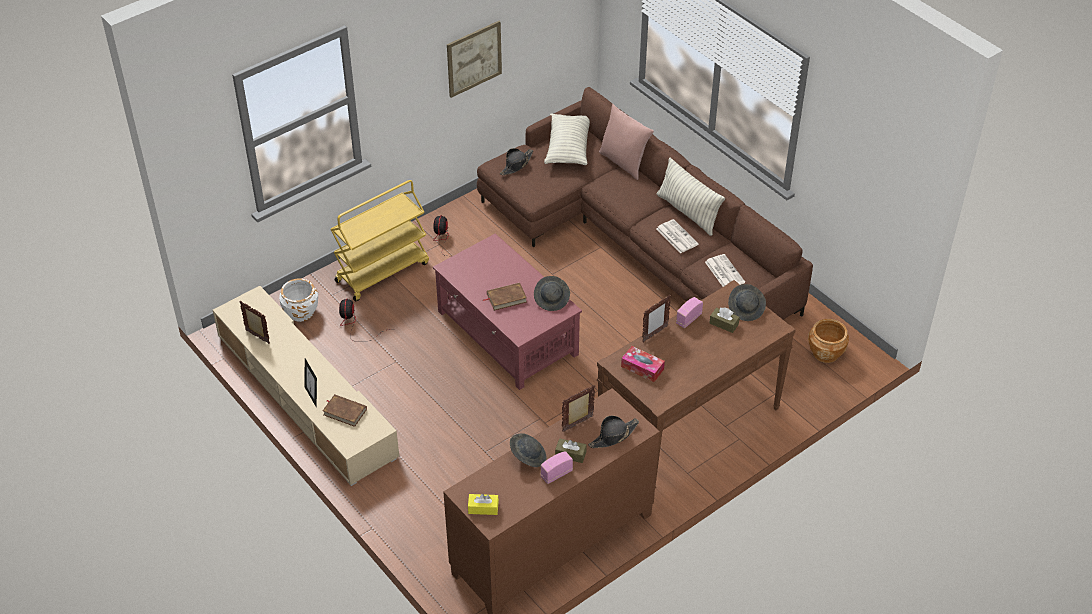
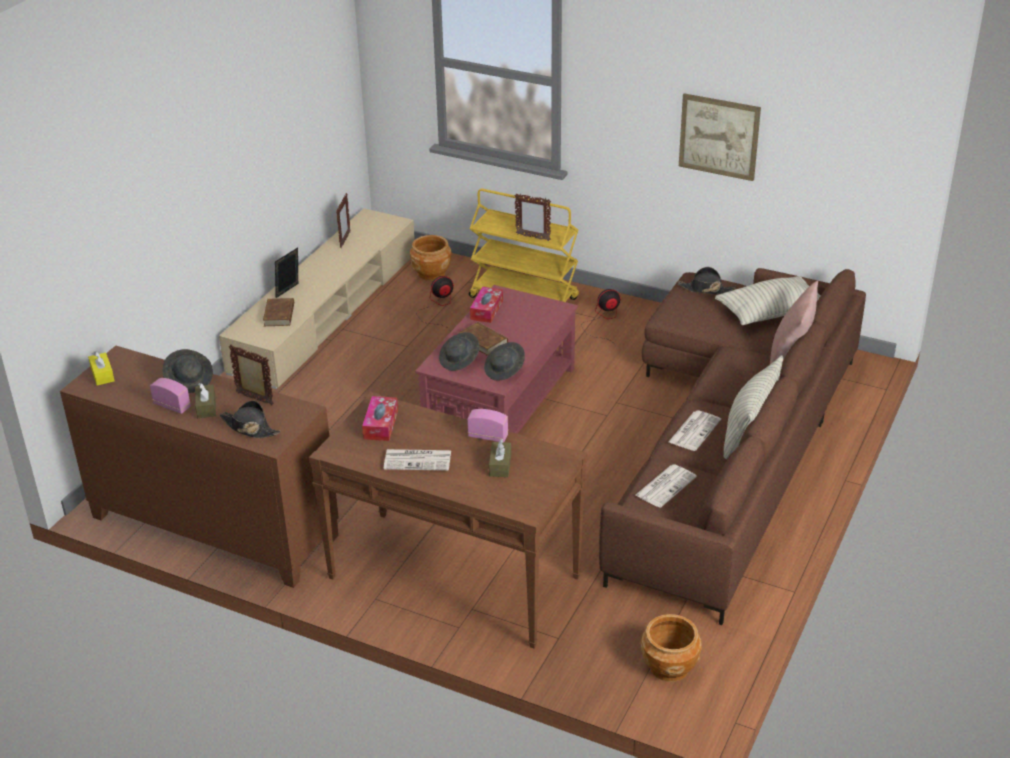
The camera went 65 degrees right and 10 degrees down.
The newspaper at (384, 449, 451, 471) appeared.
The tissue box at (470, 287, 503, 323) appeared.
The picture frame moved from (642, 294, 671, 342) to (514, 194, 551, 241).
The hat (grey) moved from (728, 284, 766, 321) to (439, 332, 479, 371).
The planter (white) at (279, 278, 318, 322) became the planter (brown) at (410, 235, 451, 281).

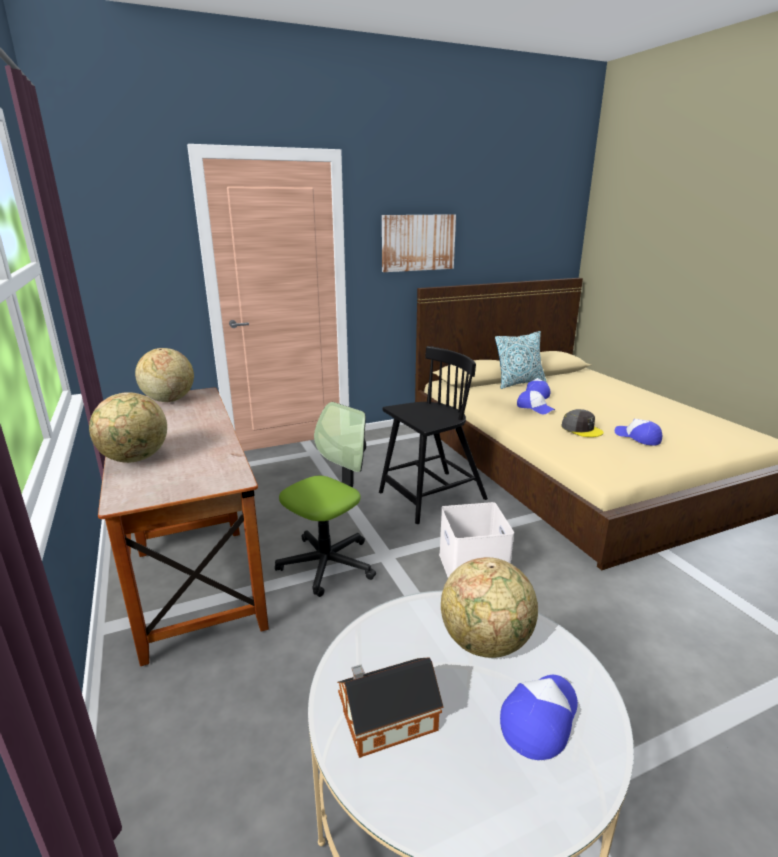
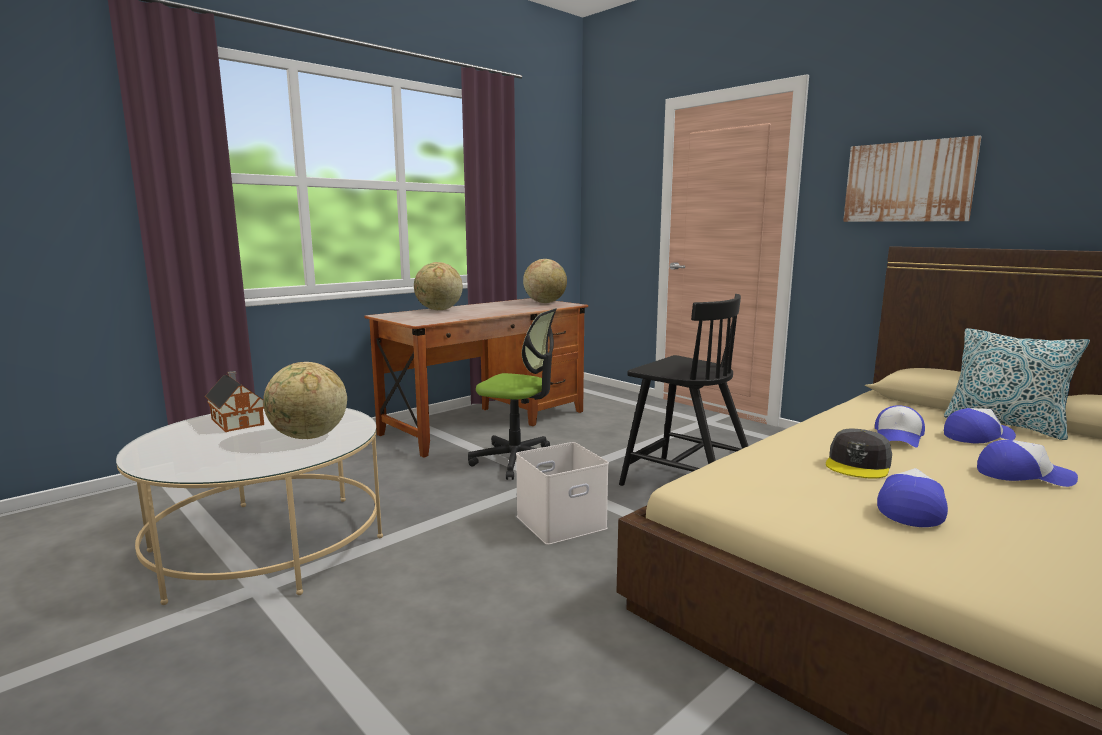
The camera went 70 degrees right and 10 degrees down.
The cap moved from (500, 675, 578, 760) to (977, 440, 1078, 487).

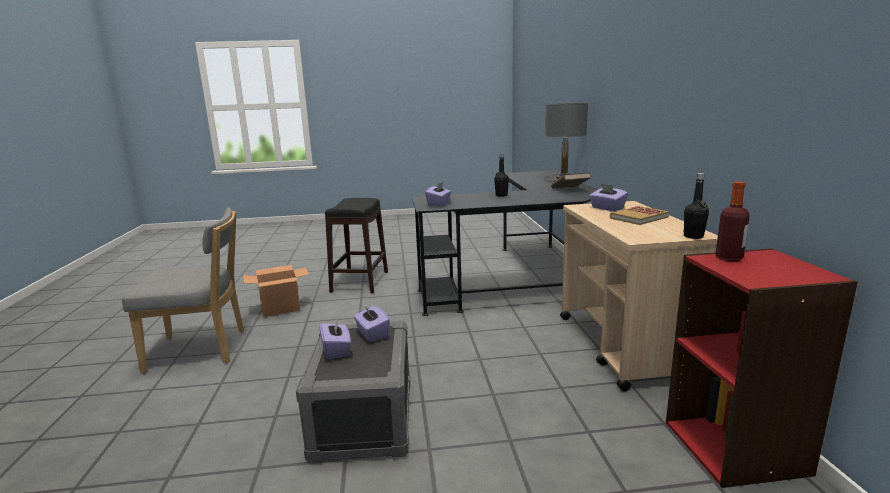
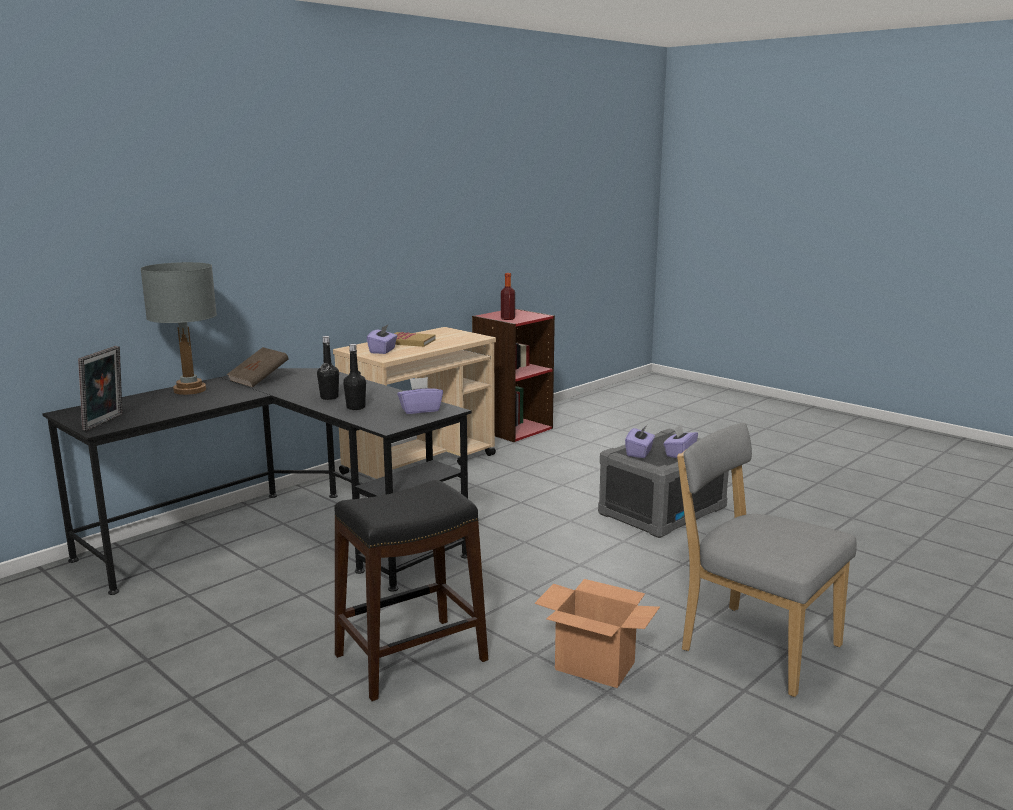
The camera went 130 degrees left and 0 degrees up.
The picture frame at (78, 346, 123, 431) appeared.
The bottle (black) moved from (684, 173, 709, 239) to (343, 344, 366, 410).

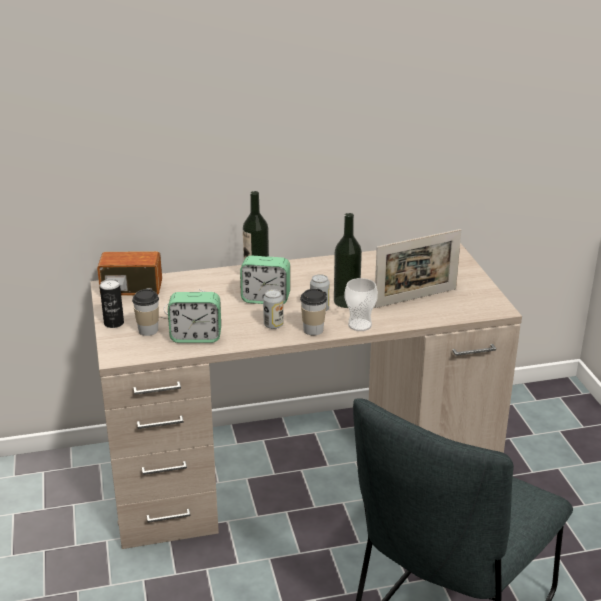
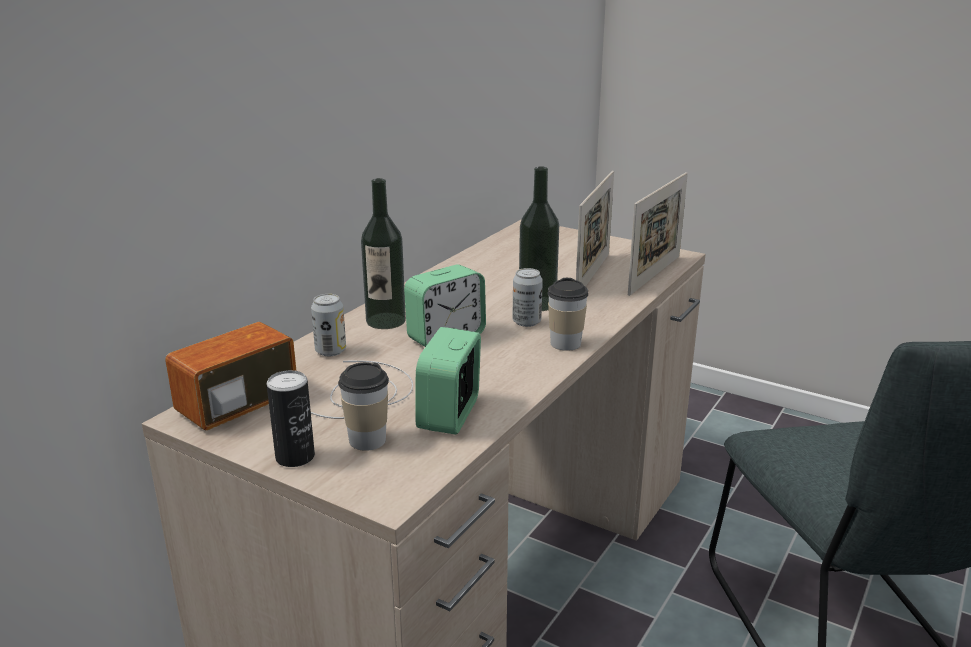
The camera went 45 degrees left and 5 degrees down.
The cup at (345, 278, 378, 331) disappeared.
The picture frame at (628, 172, 688, 296) appeared.
The can moved from (263, 289, 284, 329) to (311, 294, 346, 356).
The alarm clock at (168, 292, 221, 343) turned 150 degrees clockwise.

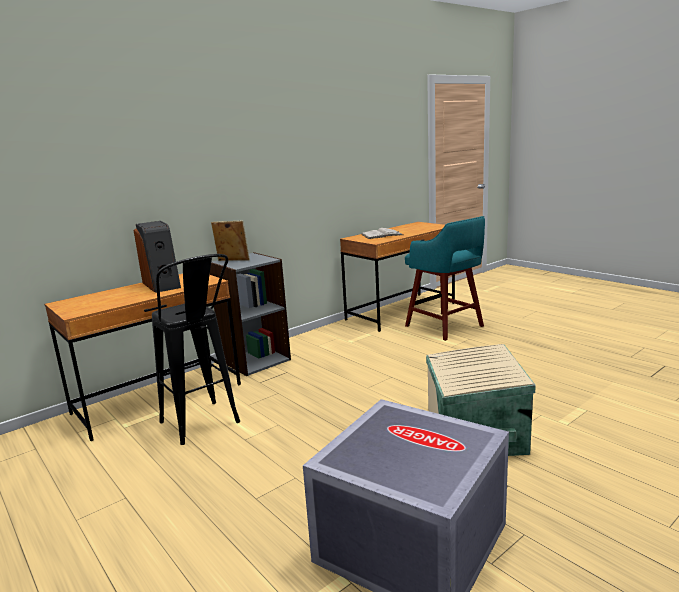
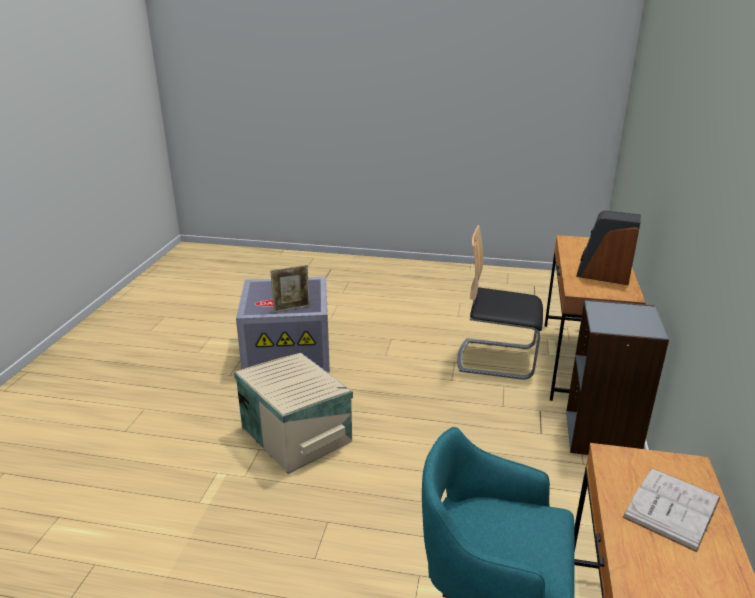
The camera went 140 degrees right and 10 degrees up.
The picture frame moved from (211, 220, 250, 261) to (270, 265, 310, 313).
The stool (black) at (152, 254, 240, 445) was replaced by the chair at (457, 225, 543, 380).

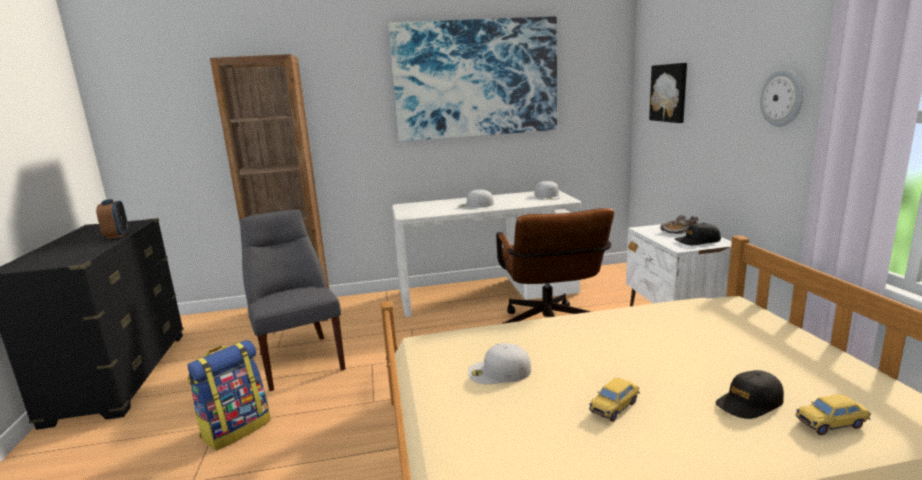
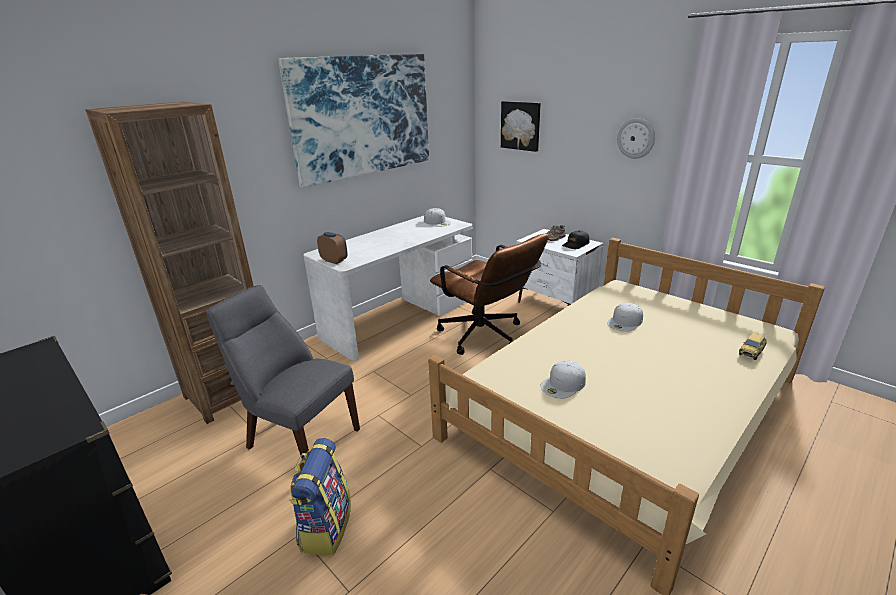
The camera went 35 degrees left and 10 degrees up.
The toy car at (589, 378, 640, 422) disappeared.
The cap (black) at (716, 370, 784, 419) disappeared.
The alarm clock moved from (96, 199, 128, 239) to (317, 232, 348, 264).
The cap (white) moved from (458, 190, 494, 209) to (607, 303, 643, 332).

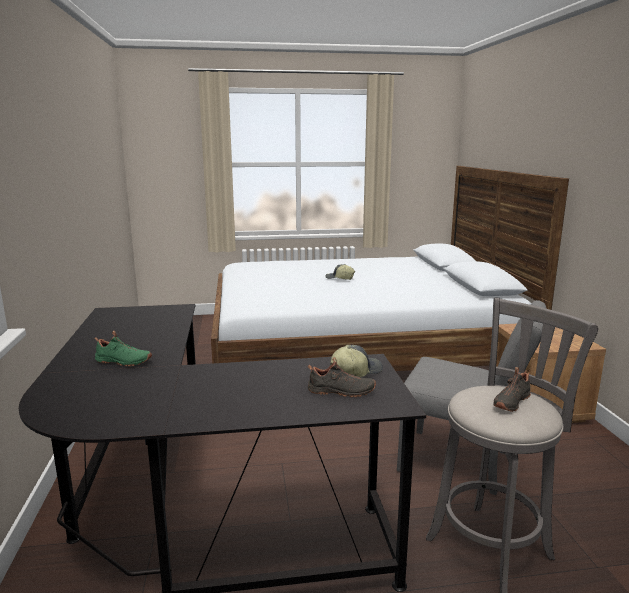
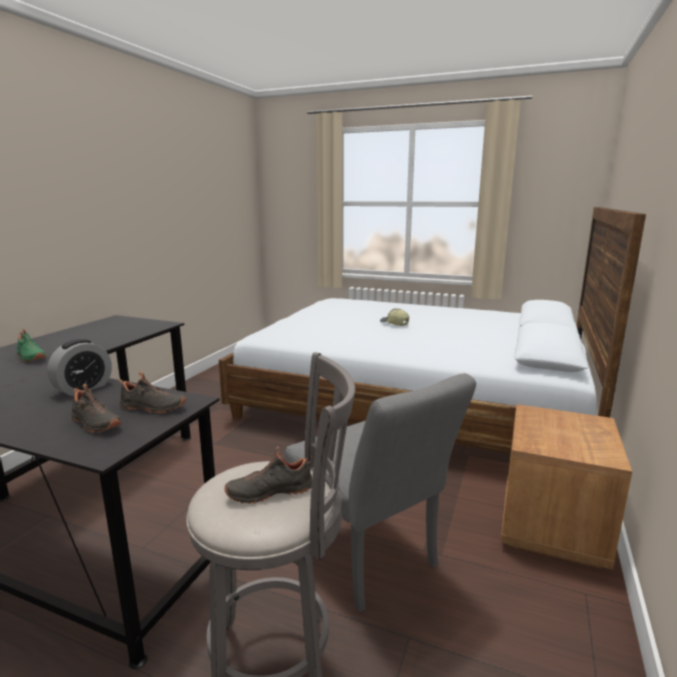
The camera went 30 degrees right and 0 degrees up.
The alarm clock at (47, 339, 112, 396) appeared.
The cap at (330, 345, 383, 377) was replaced by the shoe (black) at (119, 372, 186, 413).

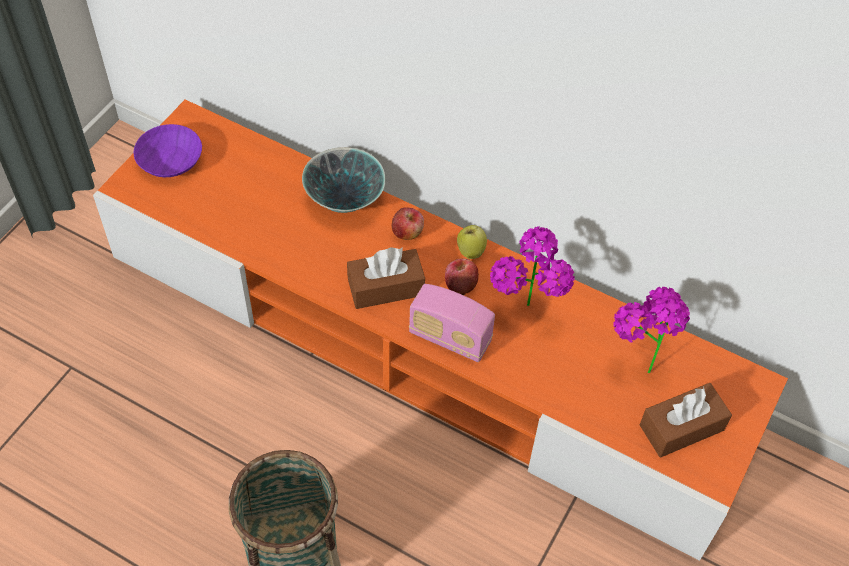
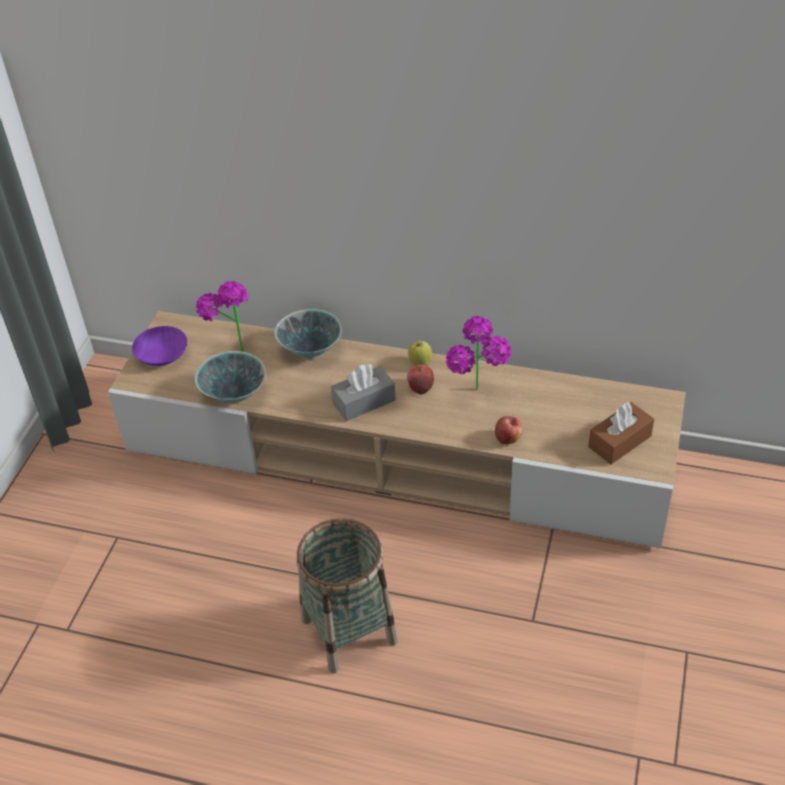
The camera went 10 degrees left and 10 degrees down.
The radio at (409, 284, 495, 362) disappeared.
The bowl at (195, 351, 266, 404) appeared.
The apple moved from (392, 207, 424, 240) to (495, 416, 523, 444).
The potted plant moved from (613, 287, 690, 373) to (196, 281, 248, 352).
The tv stand (orange) at (93, 100, 788, 561) became the tv stand (beige) at (108, 311, 686, 548).
The tissue box (brown) at (347, 247, 425, 309) became the tissue box (grey) at (331, 364, 396, 421).

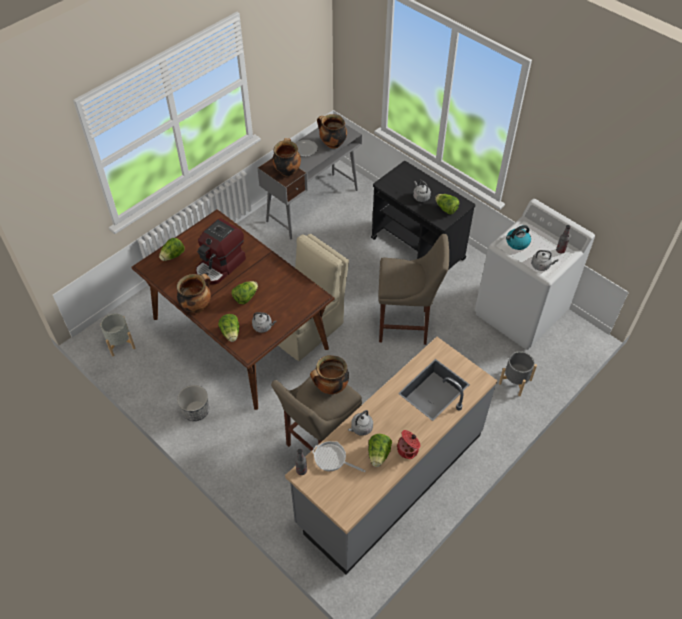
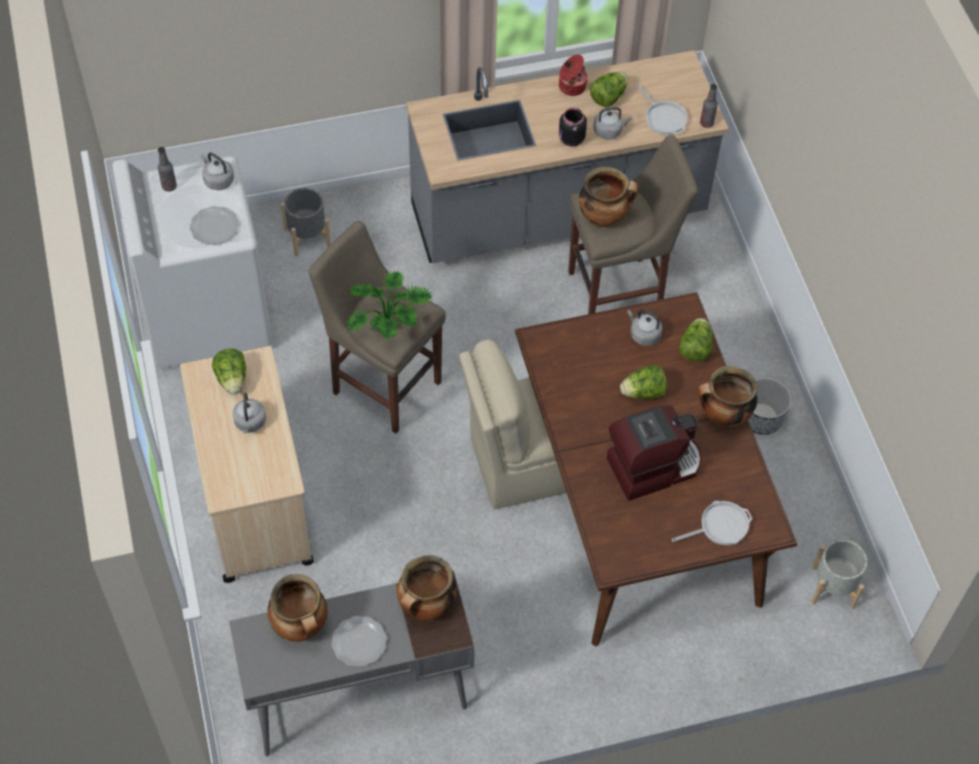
The camera went 150 degrees left and 5 degrees up.
The potted plant at (346, 271, 433, 339) appeared.
The jar (black) at (559, 108, 587, 147) appeared.
The lettuce at (159, 238, 185, 261) was replaced by the frying pan at (672, 501, 752, 545).
The kettle at (506, 225, 531, 250) was replaced by the plate at (190, 206, 239, 245).
The cart (black) at (371, 161, 475, 270) became the cart (beige) at (180, 346, 314, 583).

